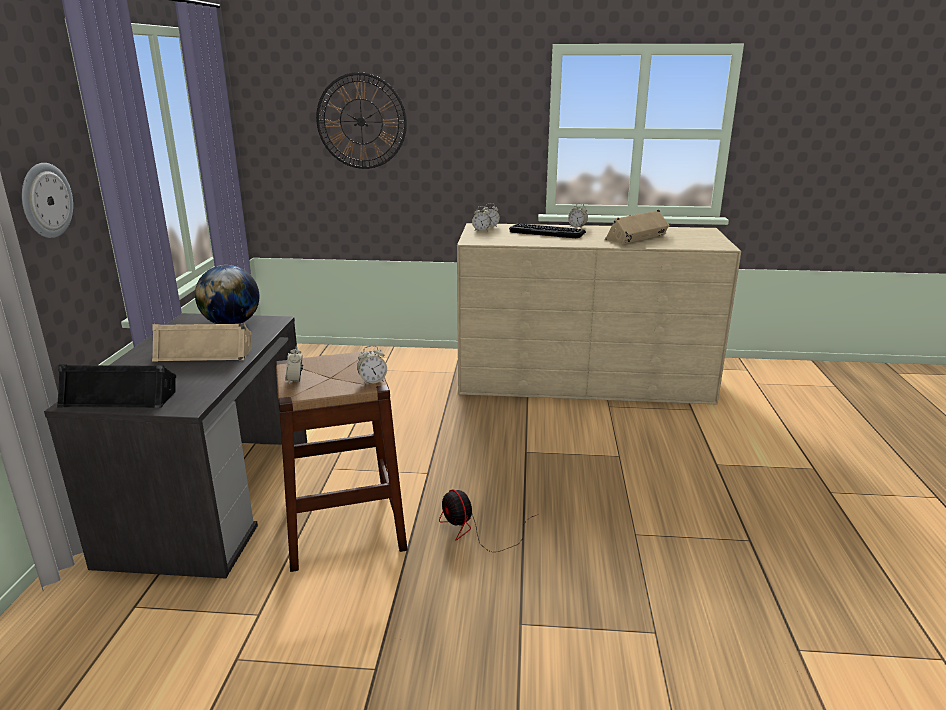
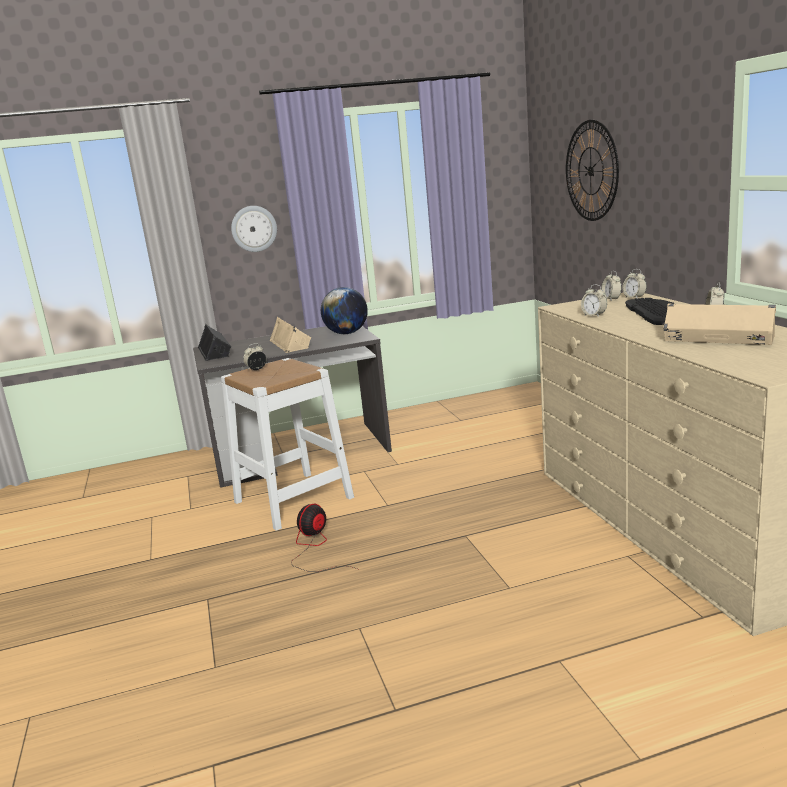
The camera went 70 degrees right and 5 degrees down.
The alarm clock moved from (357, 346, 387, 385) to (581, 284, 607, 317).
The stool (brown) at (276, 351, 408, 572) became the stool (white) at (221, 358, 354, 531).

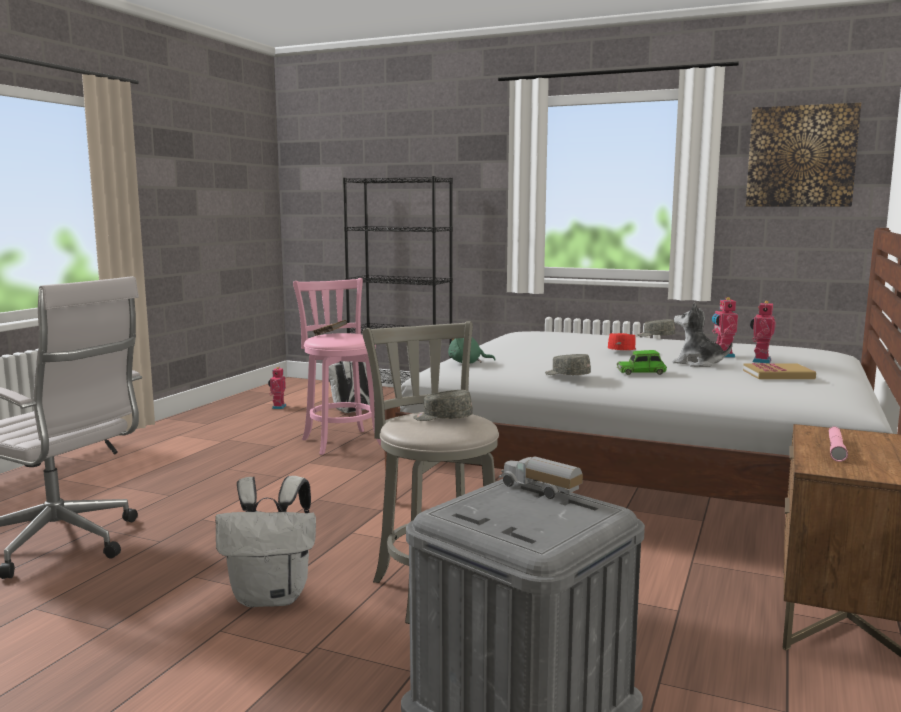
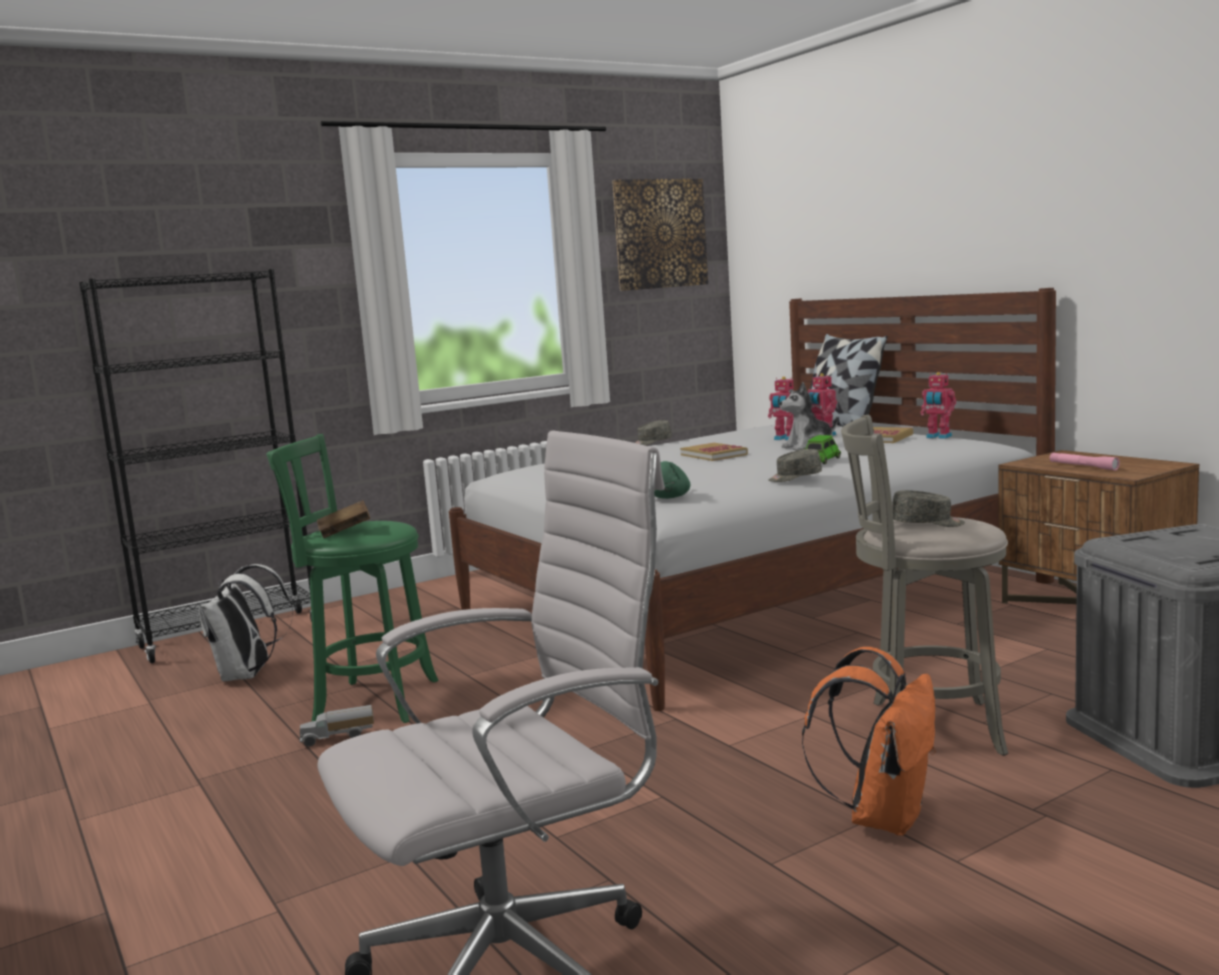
The camera went 55 degrees left and 0 degrees up.
The pillow at (810, 334, 888, 427) appeared.
The toy robot moved from (268, 367, 286, 409) to (920, 372, 956, 439).
The toy truck moved from (499, 456, 583, 499) to (300, 705, 374, 747).
The cap (red) at (608, 333, 636, 350) was replaced by the book at (680, 443, 748, 461).
The backpack (white) at (215, 476, 316, 607) became the backpack (orange) at (802, 647, 936, 836).
The stool (pink) at (293, 278, 381, 455) became the stool (green) at (266, 434, 438, 723).
The cap (grey) at (413, 390, 473, 421) turned 120 degrees counterclockwise.

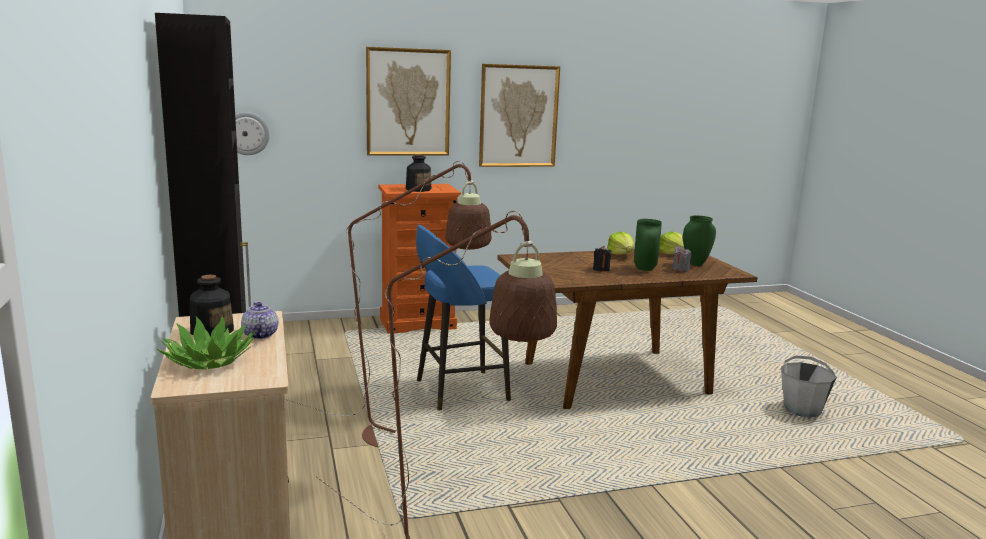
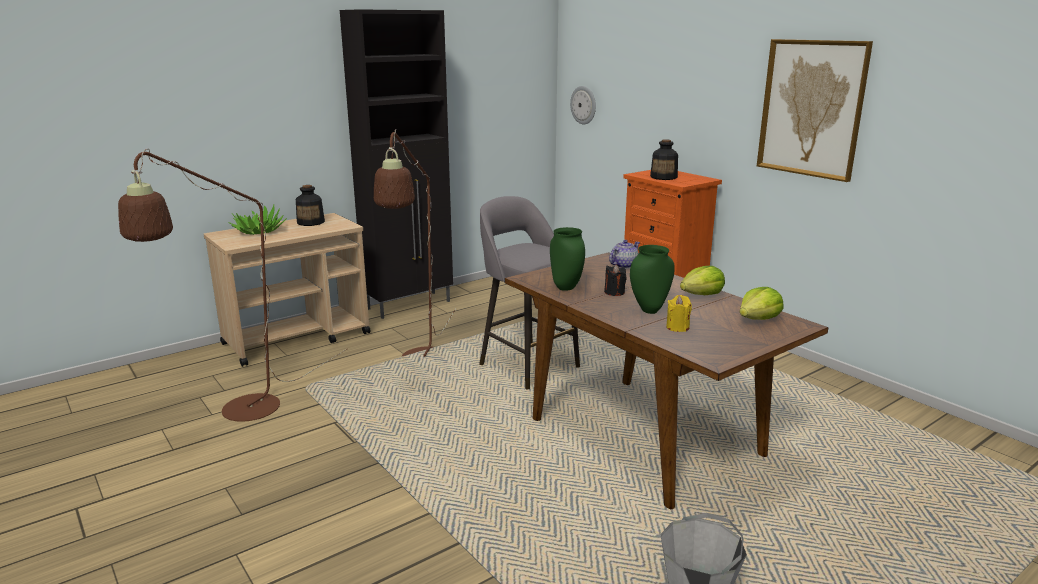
The camera went 70 degrees right and 5 degrees up.
The picture at (366, 47, 451, 155) disappeared.
The teapot moved from (241, 302, 278, 339) to (609, 240, 640, 269).
The vase (green) moved from (683, 215, 716, 266) to (550, 227, 585, 291).
The stool (blue) at (416, 225, 511, 410) became the stool (grey) at (479, 196, 580, 389).
The candle (grey) at (672, 246, 691, 272) became the candle (yellow) at (666, 295, 692, 332).

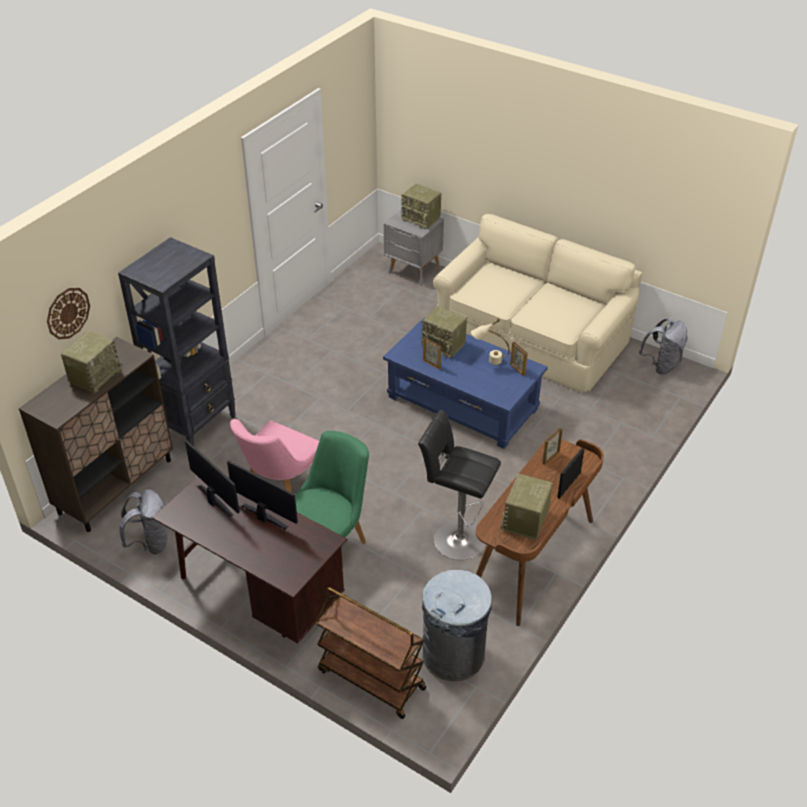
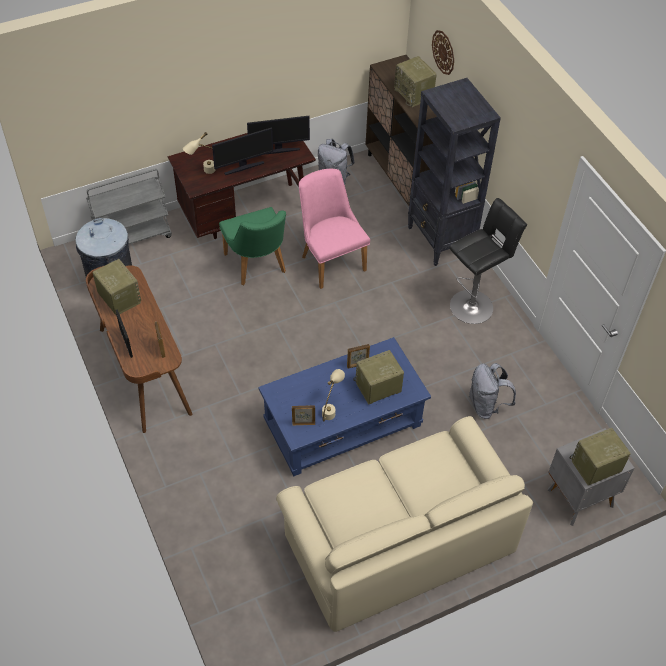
The camera went 120 degrees right and 10 degrees up.
The table lamp (beige) at (183, 132, 216, 174) appeared.
The stool (black) moved from (418, 410, 501, 560) to (449, 198, 527, 324).
The backpack (grey) moved from (639, 318, 687, 374) to (469, 363, 516, 419).
The cart (brown) at (315, 587, 426, 719) became the cart (grey) at (86, 169, 172, 244).

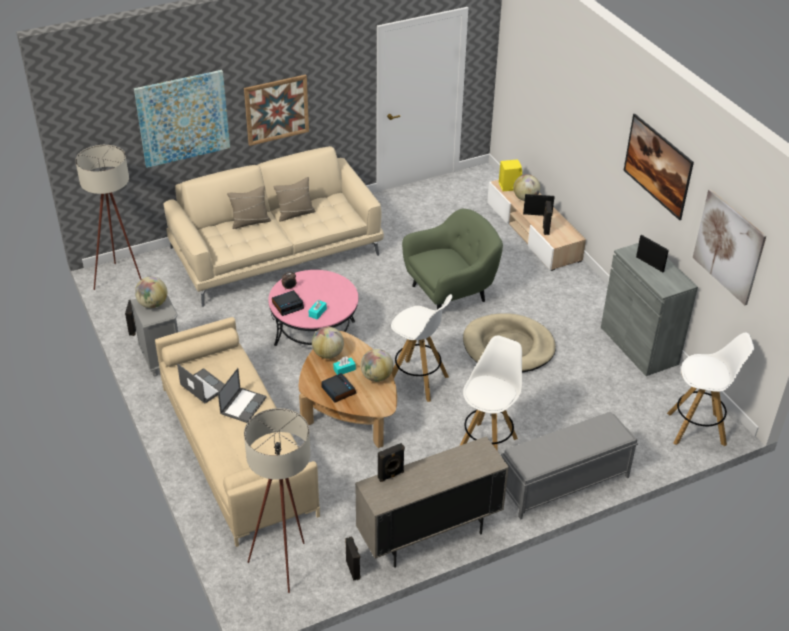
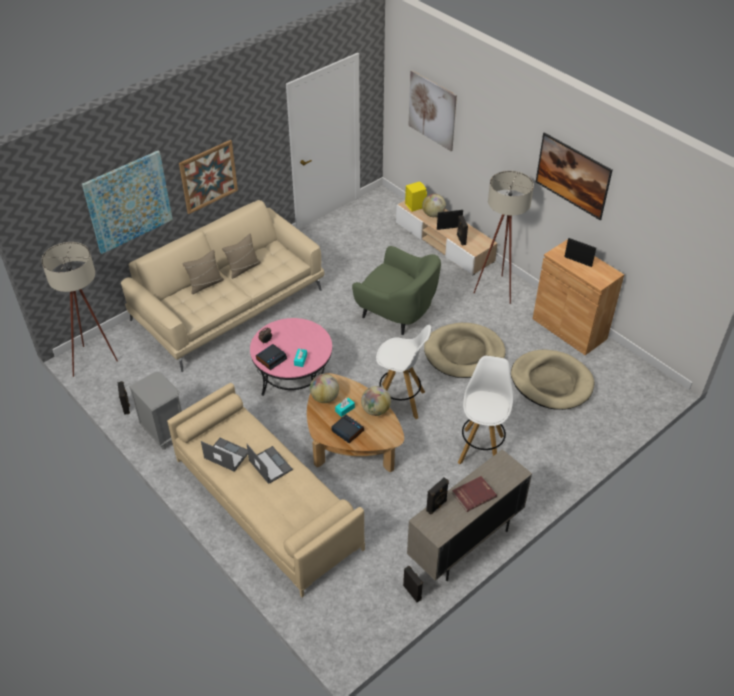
The camera went 15 degrees left and 5 degrees up.
The globe at (135, 276, 167, 308) disappeared.
The bench (grey) at (501, 412, 638, 520) disappeared.
The stool (white) at (667, 332, 754, 446) disappeared.
The book (red) at (452, 476, 497, 512) appeared.
The dog bed (beige) at (511, 350, 594, 410) appeared.
The floor lamp (beige) moved from (244, 408, 311, 593) to (474, 171, 534, 304).
The picture moved from (693, 189, 766, 305) to (408, 70, 457, 151).
The cabinet (grey) at (601, 243, 698, 376) became the cabinet (brown) at (533, 239, 624, 355).
The laptop at (218, 368, 267, 423) turned 45 degrees counterclockwise.
The armchair (green) at (402, 209, 503, 309) turned 75 degrees clockwise.

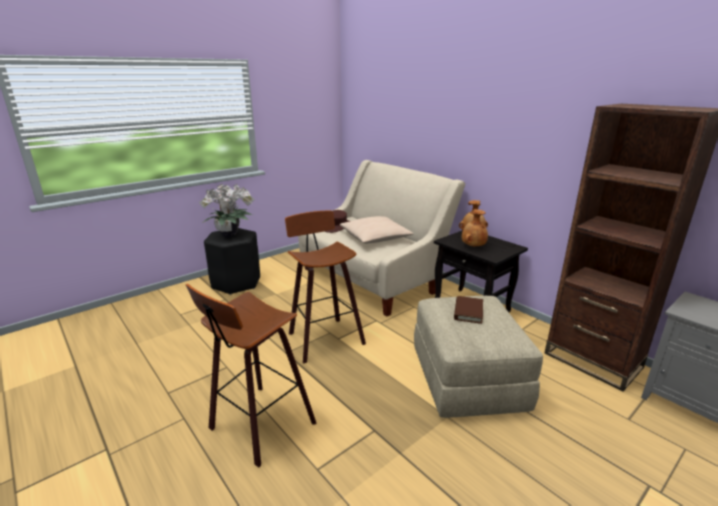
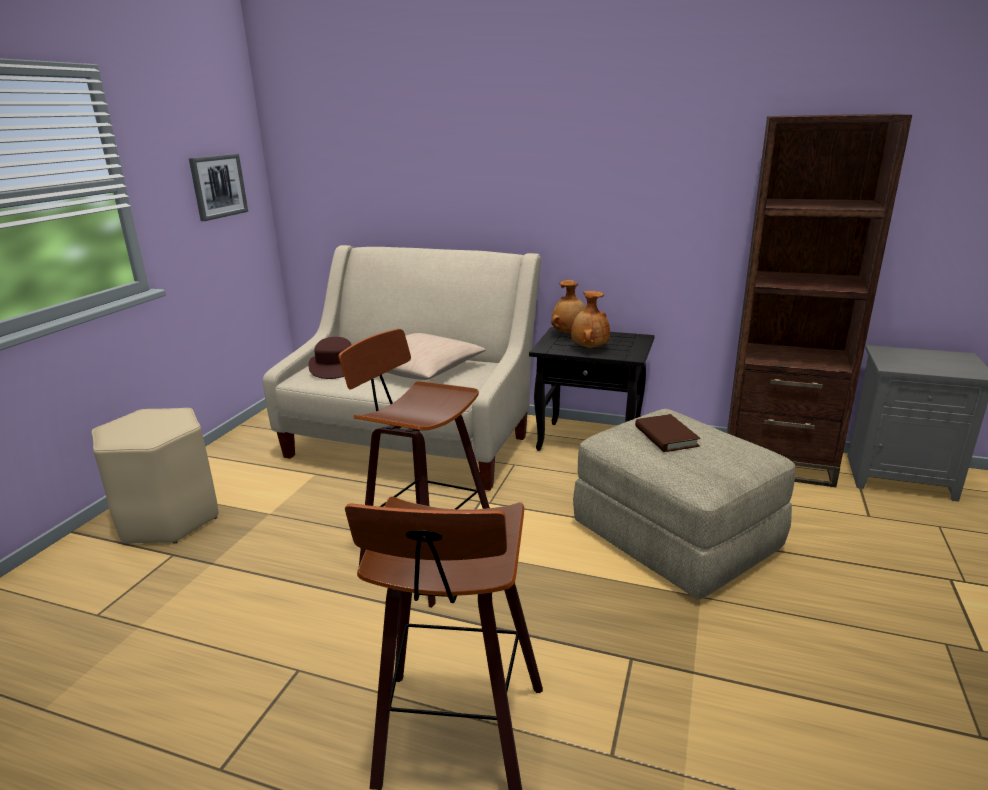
The camera went 30 degrees left and 0 degrees up.
The potted plant at (199, 184, 255, 238) disappeared.
The picture at (189, 154, 248, 221) appeared.
The stool (black) at (204, 228, 260, 295) became the stool (beige) at (92, 408, 218, 545).

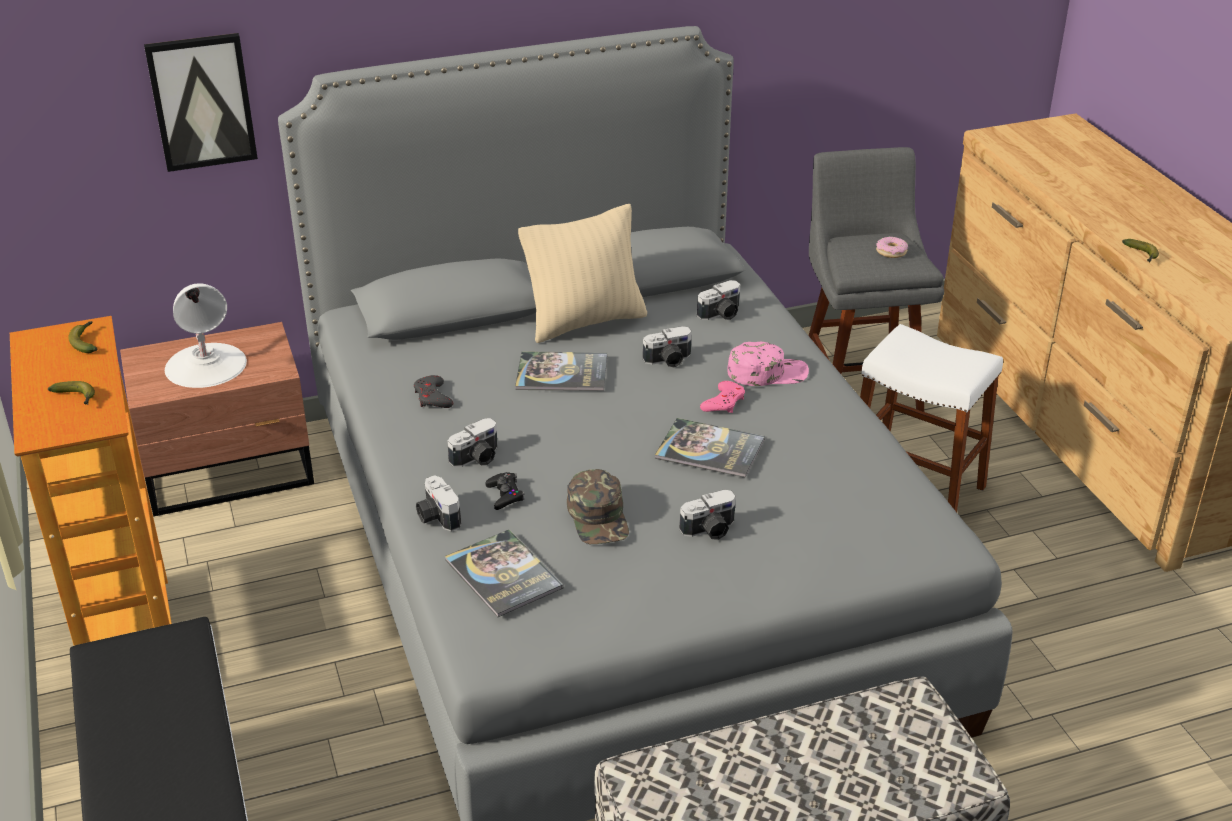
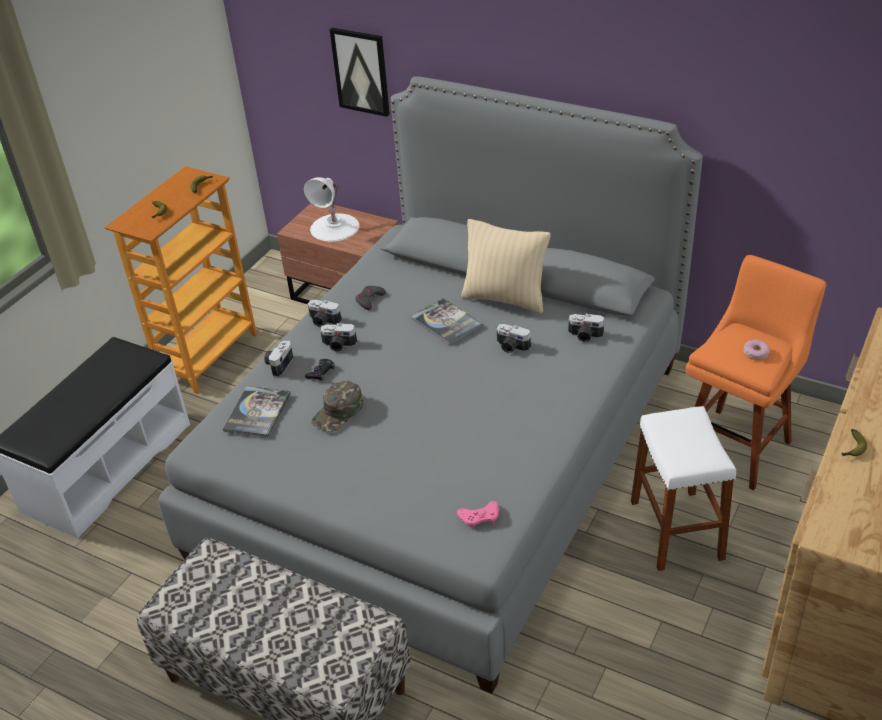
The camera went 50 degrees right and 5 degrees up.
The book at (655, 418, 765, 478) disappeared.
The cap (pink) at (727, 342, 809, 386) disappeared.
The photo camera moved from (679, 490, 736, 540) to (308, 300, 342, 327).
The game controller (pink) moved from (700, 381, 745, 413) to (457, 501, 499, 529).
The stool (grey) at (809, 147, 944, 412) became the stool (orange) at (686, 255, 826, 490).

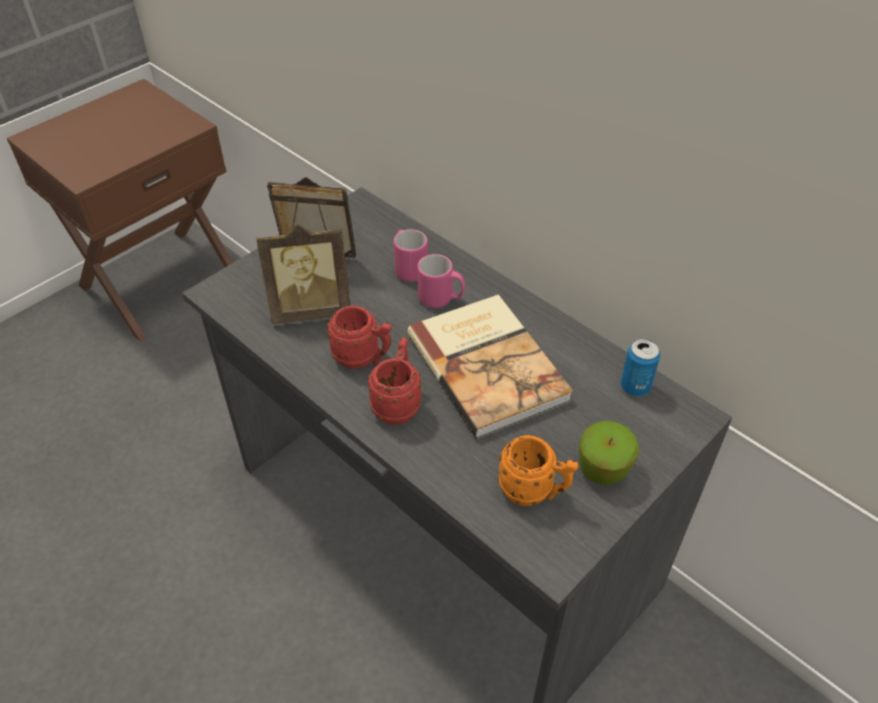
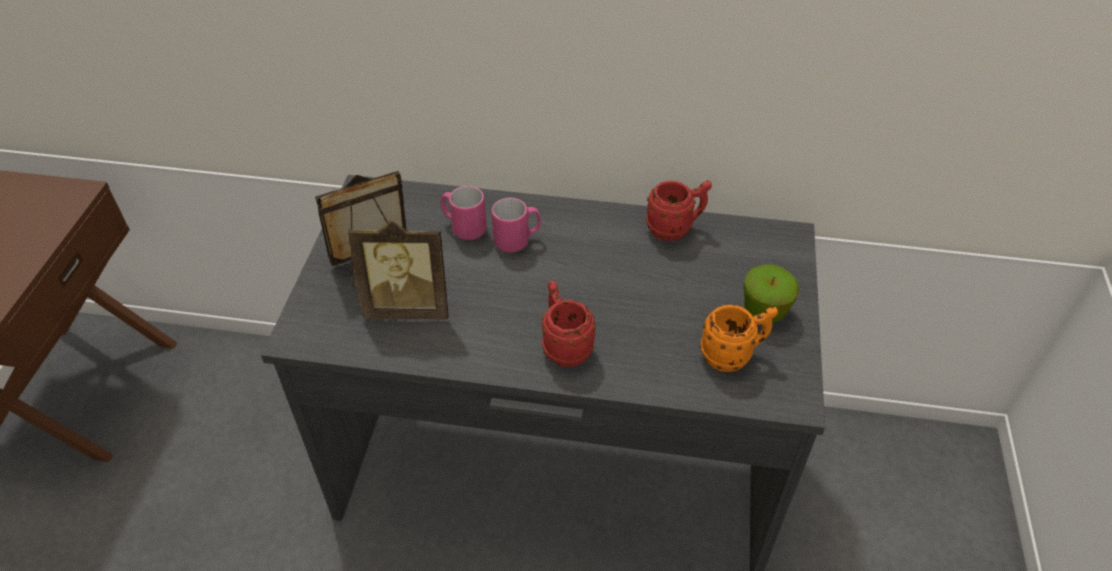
The camera went 35 degrees left and 0 degrees up.
The book at (408, 294, 573, 439) disappeared.
The can at (621, 339, 660, 396) disappeared.
The mug (red) moved from (327, 306, 392, 369) to (646, 181, 712, 241).
The picture frame at (256, 224, 351, 324) turned 45 degrees clockwise.

